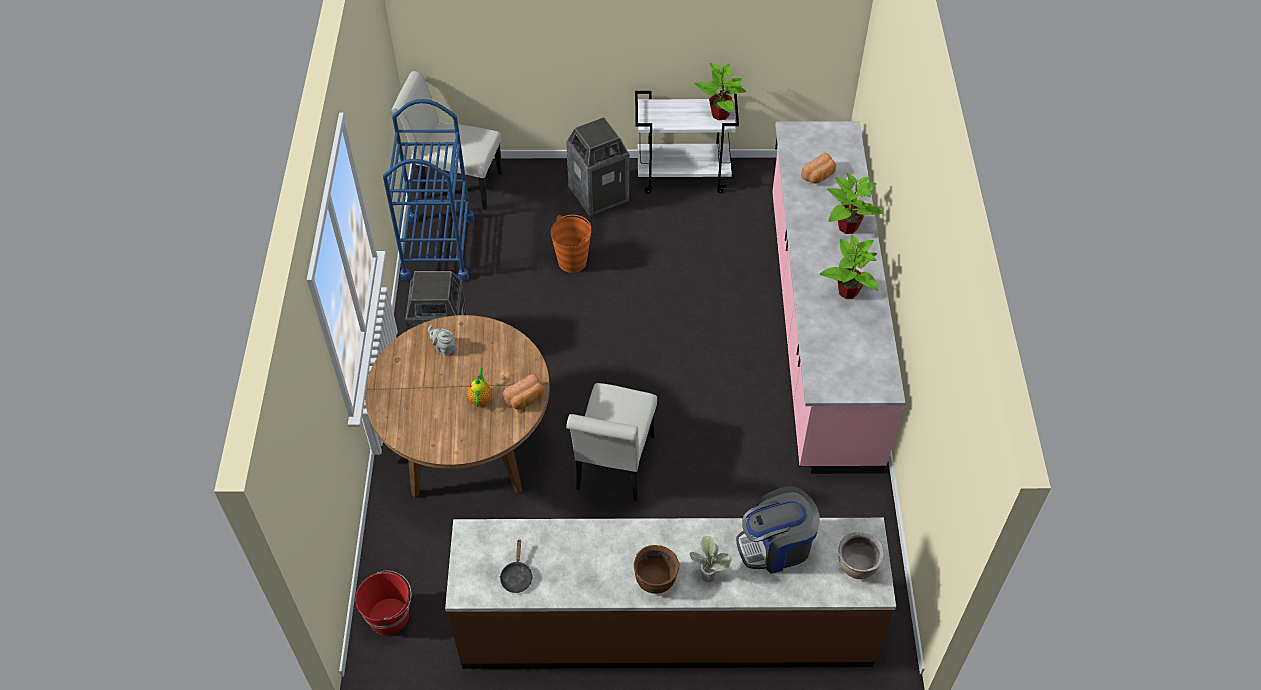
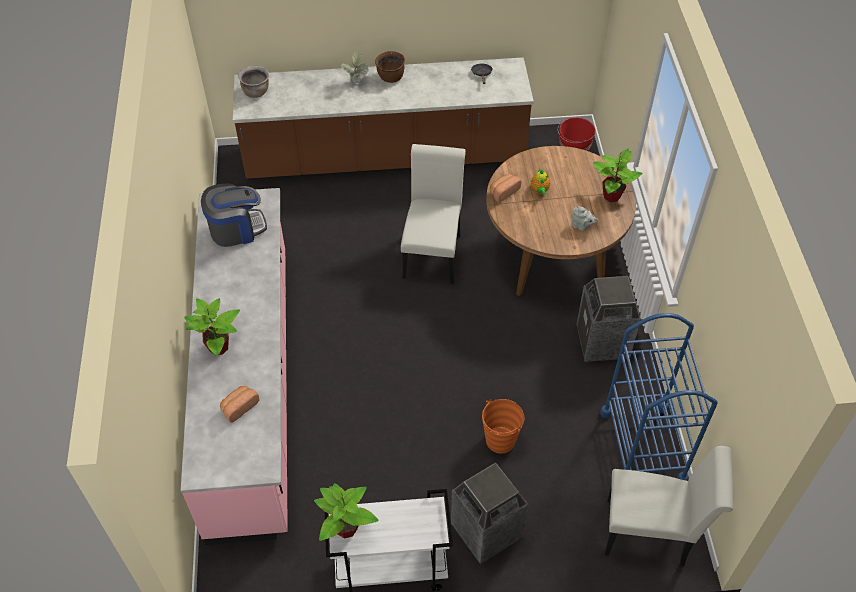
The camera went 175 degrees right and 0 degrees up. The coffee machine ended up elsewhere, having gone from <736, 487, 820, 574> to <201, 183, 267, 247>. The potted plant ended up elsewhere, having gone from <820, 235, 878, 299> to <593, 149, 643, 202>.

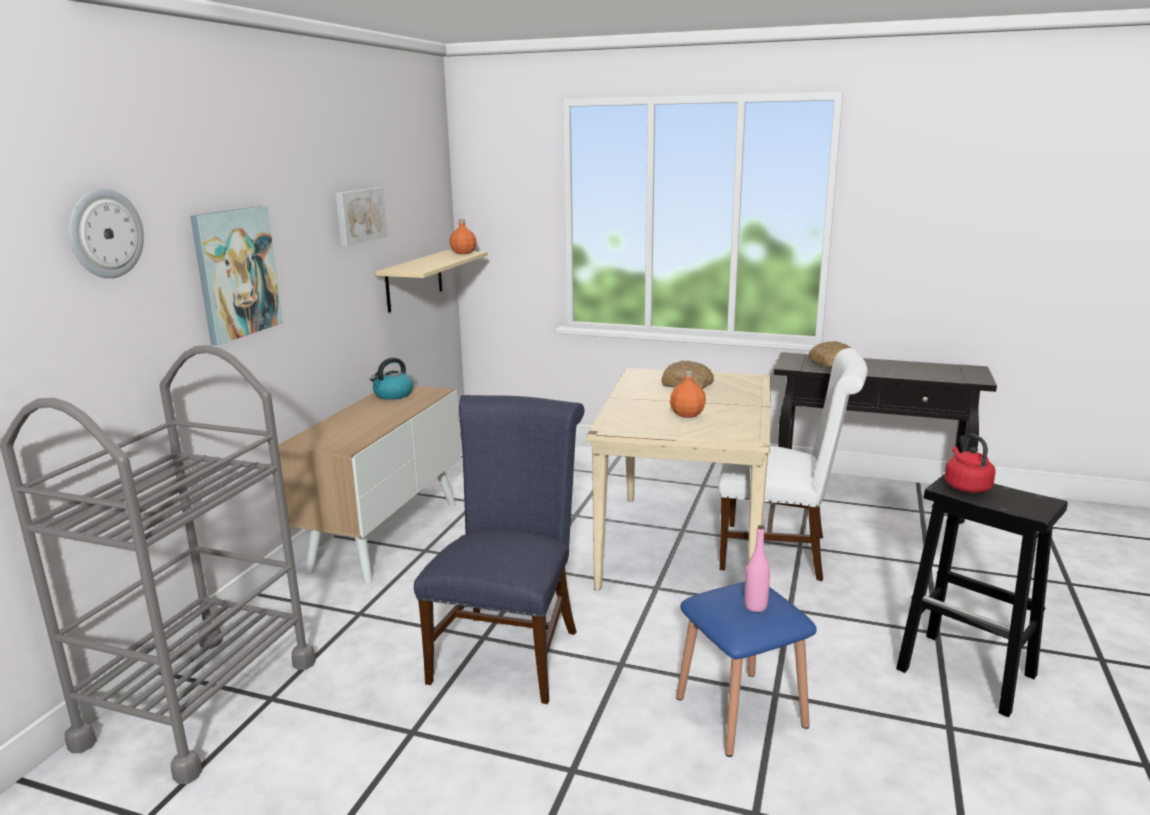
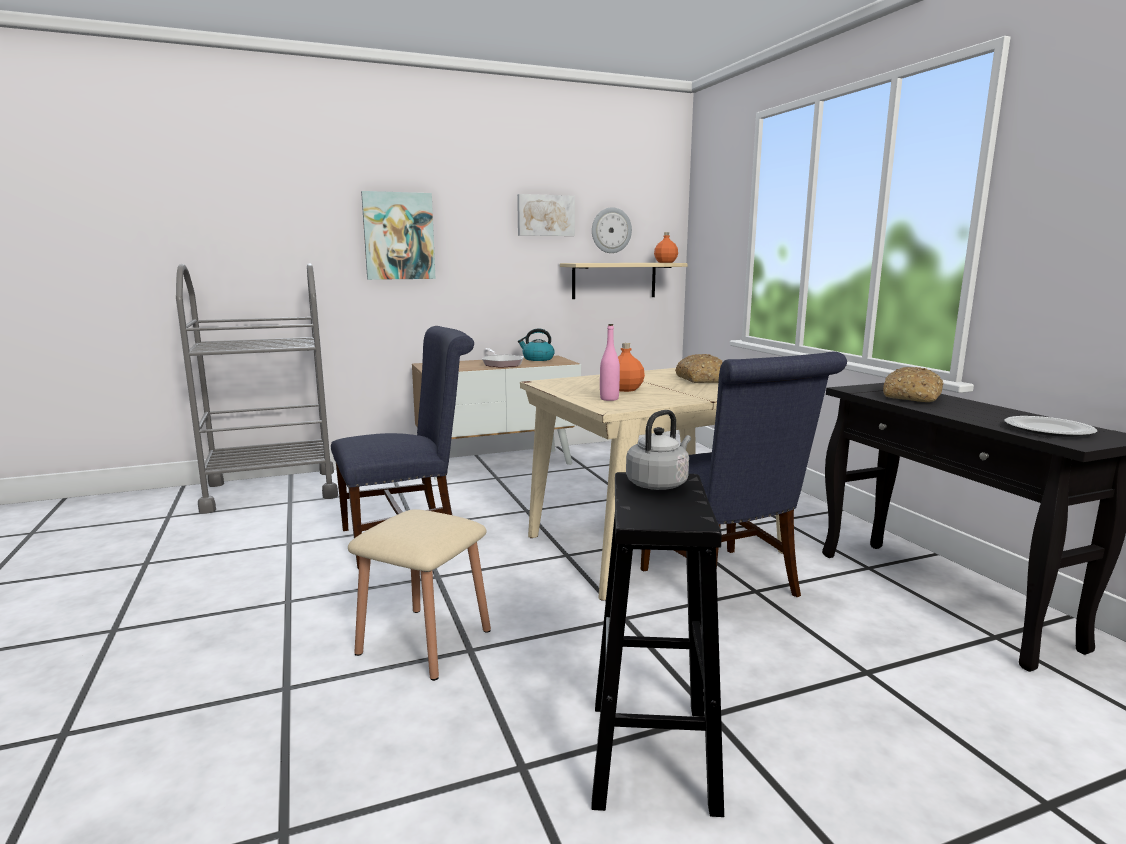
The camera went 50 degrees right and 5 degrees down. The second view gained the frying pan at <482, 348, 524, 368>. The second view gained the plate at <1004, 416, 1097, 437>. The wall clock ended up elsewhere, having gone from <69, 188, 144, 278> to <592, 207, 632, 253>. The pink bottle ended up elsewhere, having gone from <745, 525, 770, 612> to <600, 324, 620, 401>. What was the blue stool at <676, 582, 817, 757> turned into the beige stool at <348, 509, 491, 681>. What was the white chair at <718, 348, 868, 581> turned into the blue chair at <641, 352, 847, 597>. What was the red kettle at <944, 433, 996, 493> turned into the grey kettle at <626, 410, 691, 490>.

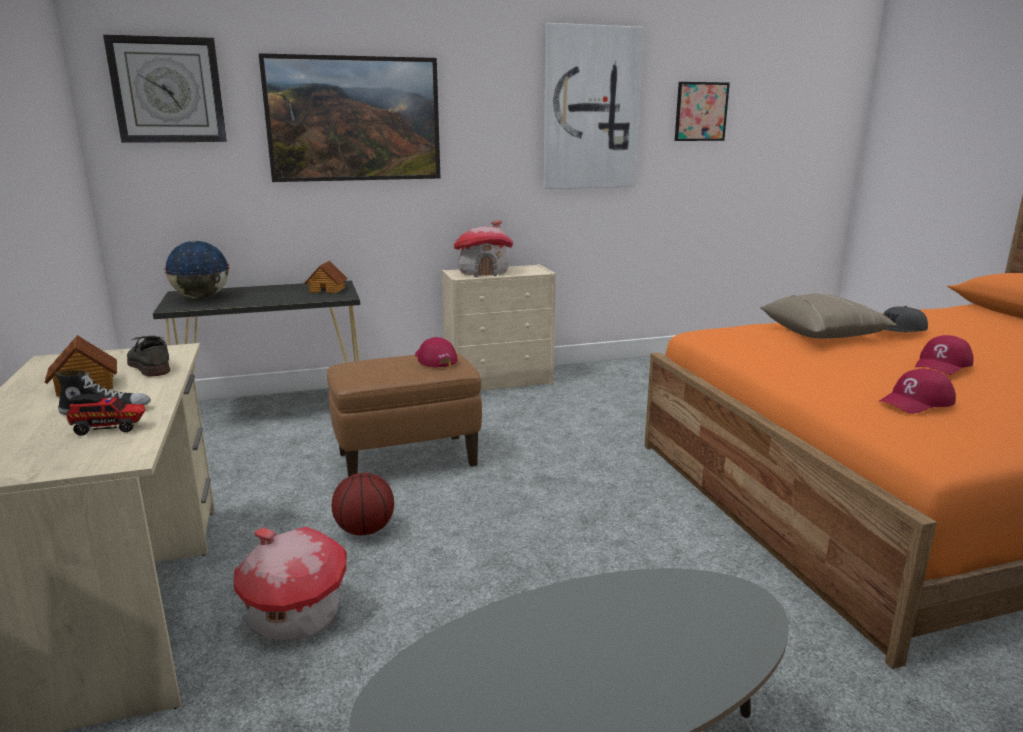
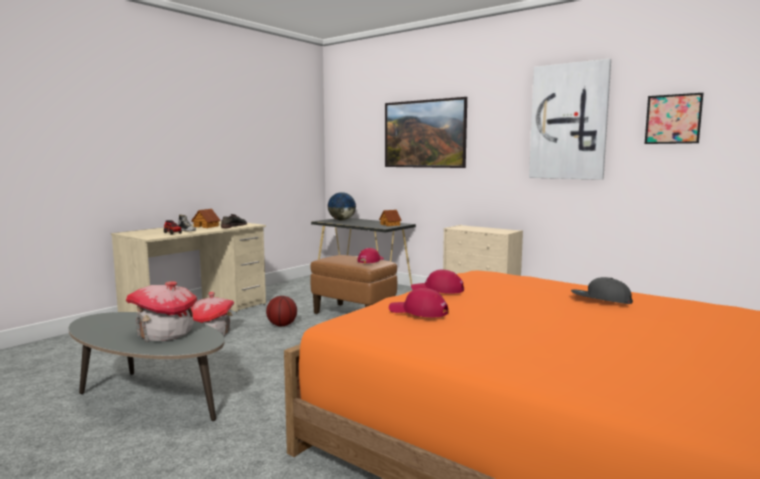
The camera went 55 degrees right and 10 degrees down. The second view lost the wall clock at <103, 34, 227, 143>. The second view lost the beige pillow at <760, 293, 897, 338>. The toy house ended up elsewhere, having gone from <454, 220, 513, 277> to <126, 281, 197, 342>. The red cap ended up elsewhere, having gone from <915, 335, 973, 375> to <411, 270, 464, 294>.

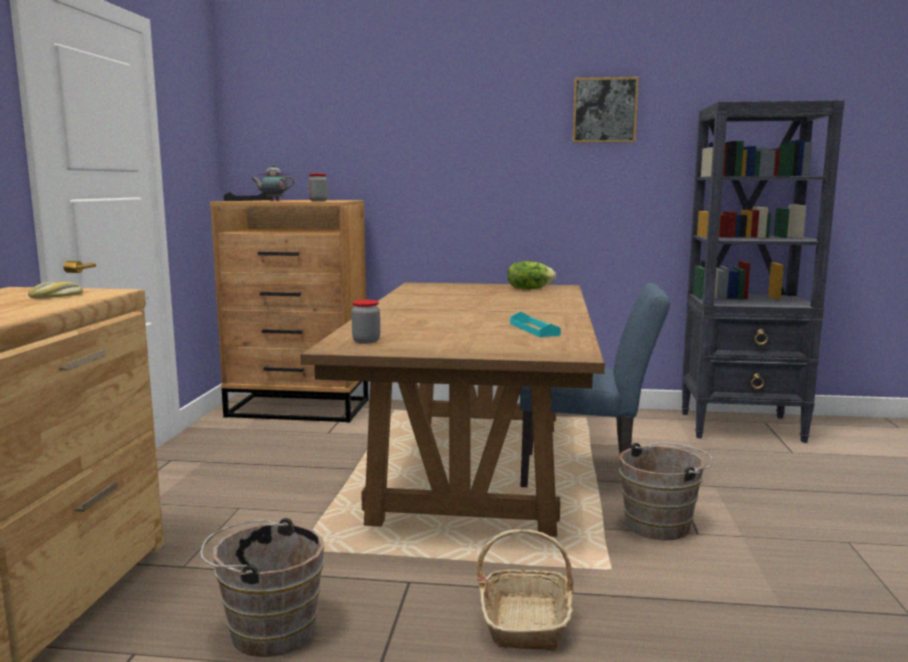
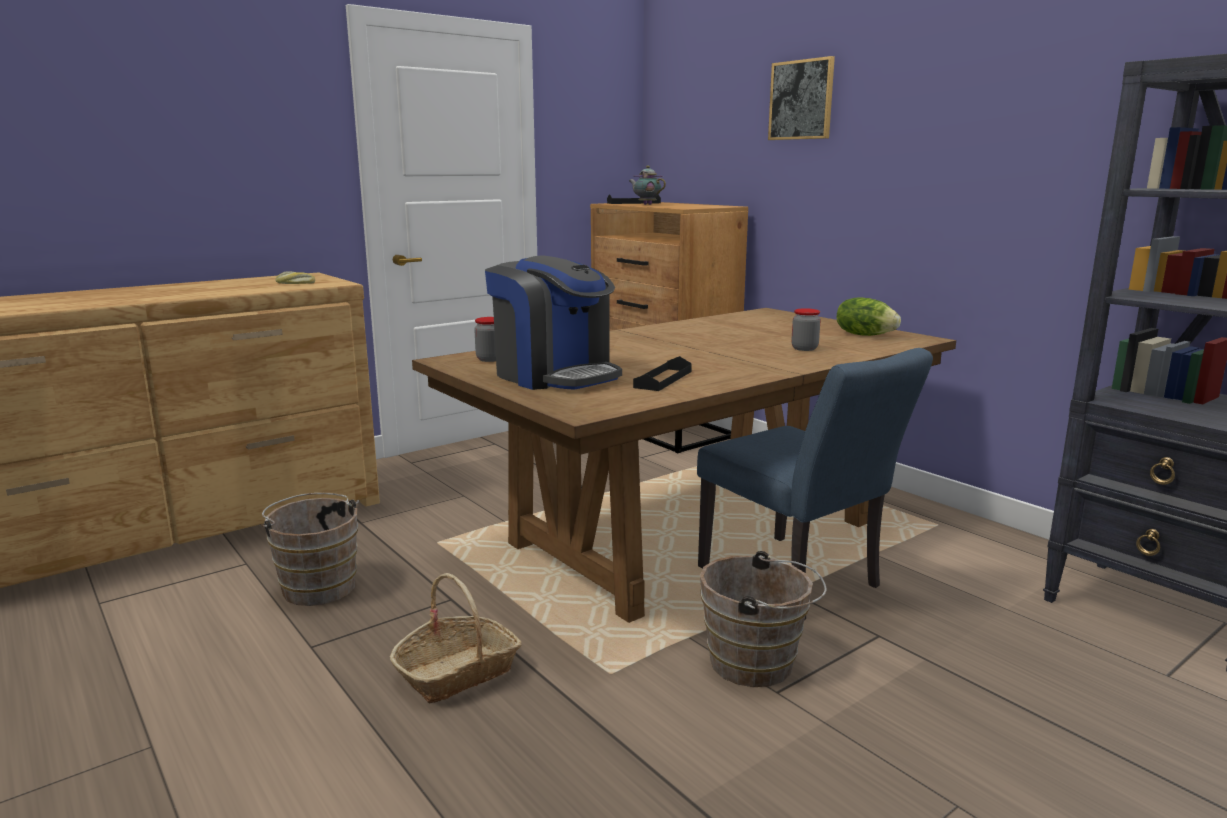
The camera went 45 degrees right and 5 degrees up. The second view gained the coffee machine at <485, 256, 622, 390>. The jar ended up elsewhere, having gone from <308, 173, 328, 201> to <791, 308, 821, 351>. The picture ended up elsewhere, having gone from <572, 77, 639, 143> to <768, 56, 835, 140>. What was the turquoise tray at <510, 312, 561, 337> turned into the black tray at <633, 356, 692, 391>.

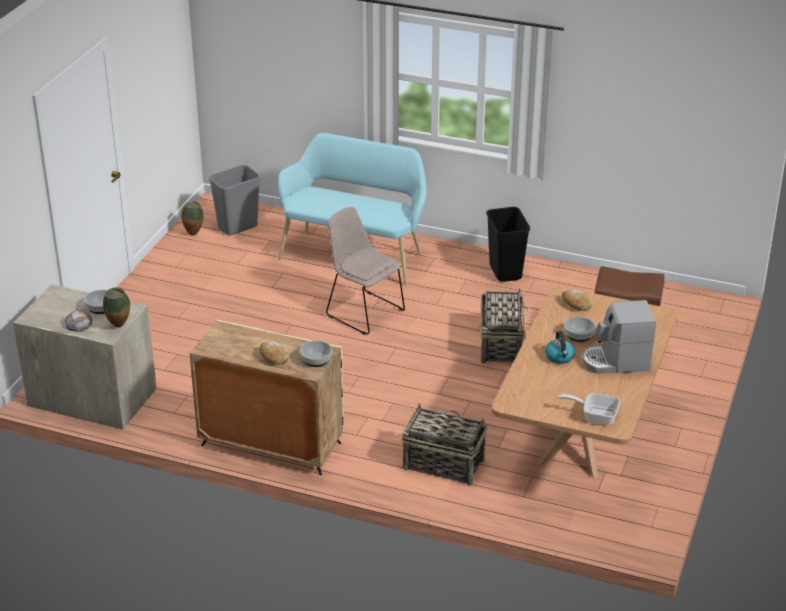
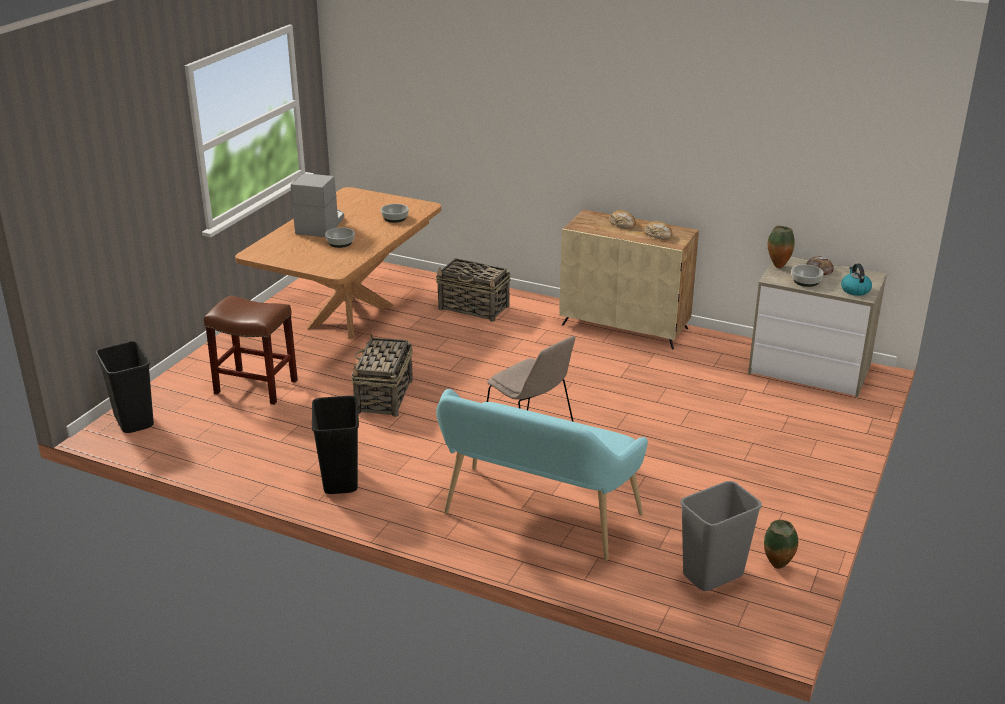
The camera went 175 degrees left and 5 degrees down. The second view lost the frying pan at <558, 393, 620, 425>. The second view gained the black trash can at <96, 341, 154, 433>. The bowl ended up elsewhere, having gone from <300, 340, 332, 367> to <381, 204, 409, 223>. The kettle ended up elsewhere, having gone from <545, 331, 575, 364> to <841, 264, 872, 296>. The bread ended up elsewhere, having gone from <562, 289, 591, 311> to <644, 221, 672, 240>. The coffee machine at <583, 300, 656, 374> ended up facing another way, 75 degrees counterclockwise from before.

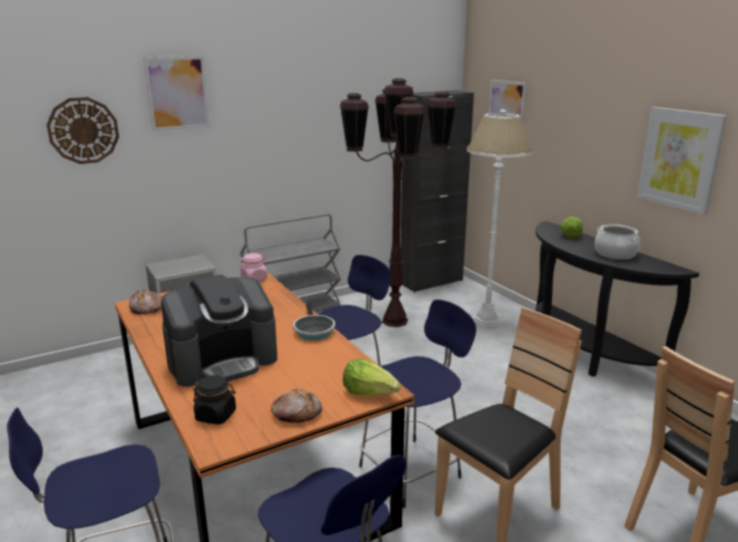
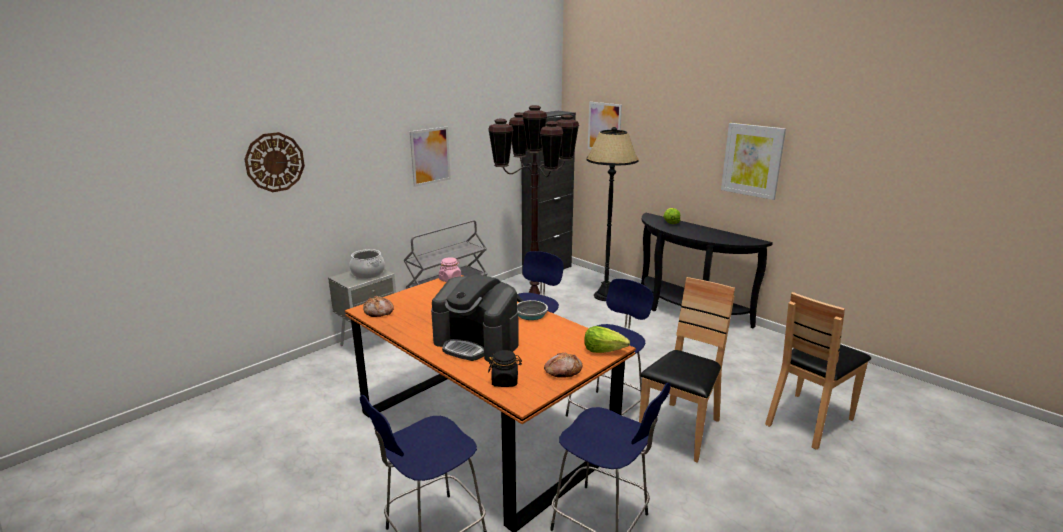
The camera went 15 degrees left and 0 degrees up. The picture ended up elsewhere, having gone from <143, 56, 210, 131> to <410, 127, 451, 187>. The cooking pot ended up elsewhere, having gone from <595, 224, 640, 260> to <350, 249, 385, 279>. What was the white floor lamp at <467, 109, 533, 327> turned into the black floor lamp at <587, 127, 638, 301>. The coffee machine at <161, 274, 278, 387> ended up facing another way, 75 degrees clockwise from before.

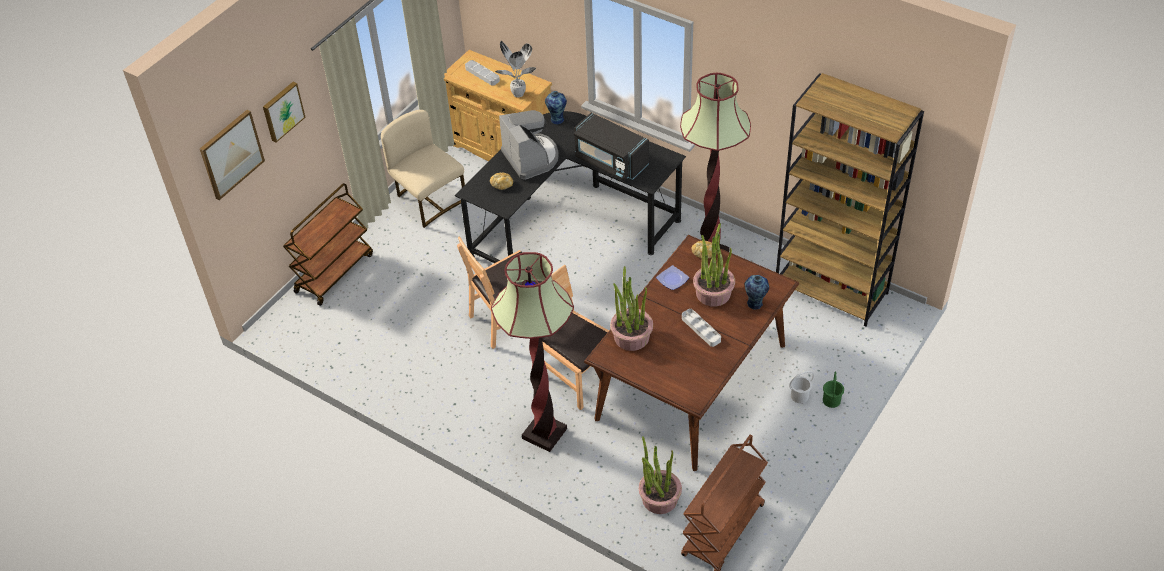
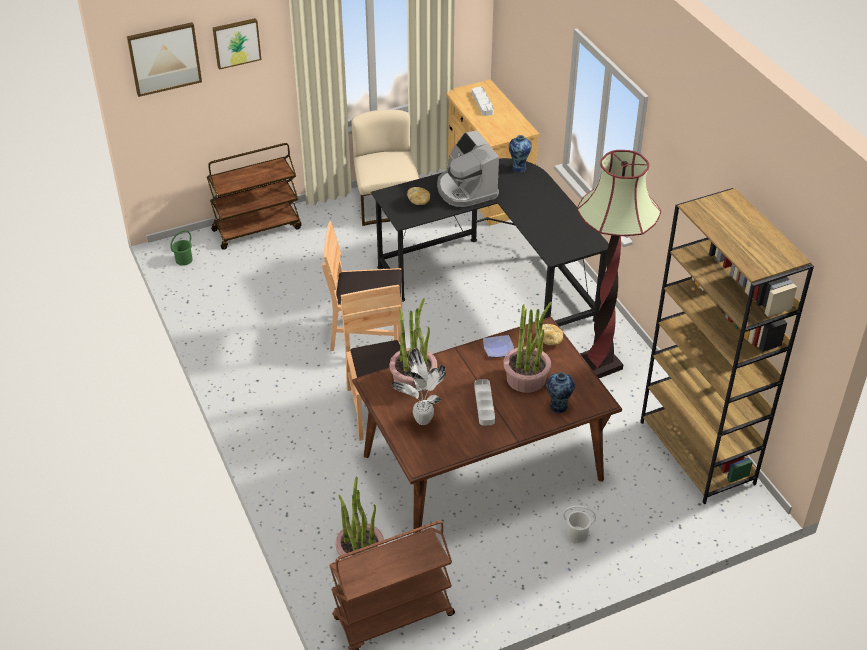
The camera went 30 degrees right and 5 degrees down. The second view lost the floor lamp at <491, 252, 574, 452>. The second view lost the black microwave at <574, 112, 649, 180>. The potted plant ended up elsewhere, having gone from <495, 41, 536, 97> to <391, 348, 446, 425>. The green bucket ended up elsewhere, having gone from <823, 371, 844, 408> to <170, 230, 193, 266>. The coffee machine at <499, 110, 559, 180> ended up facing another way, 150 degrees clockwise from before.

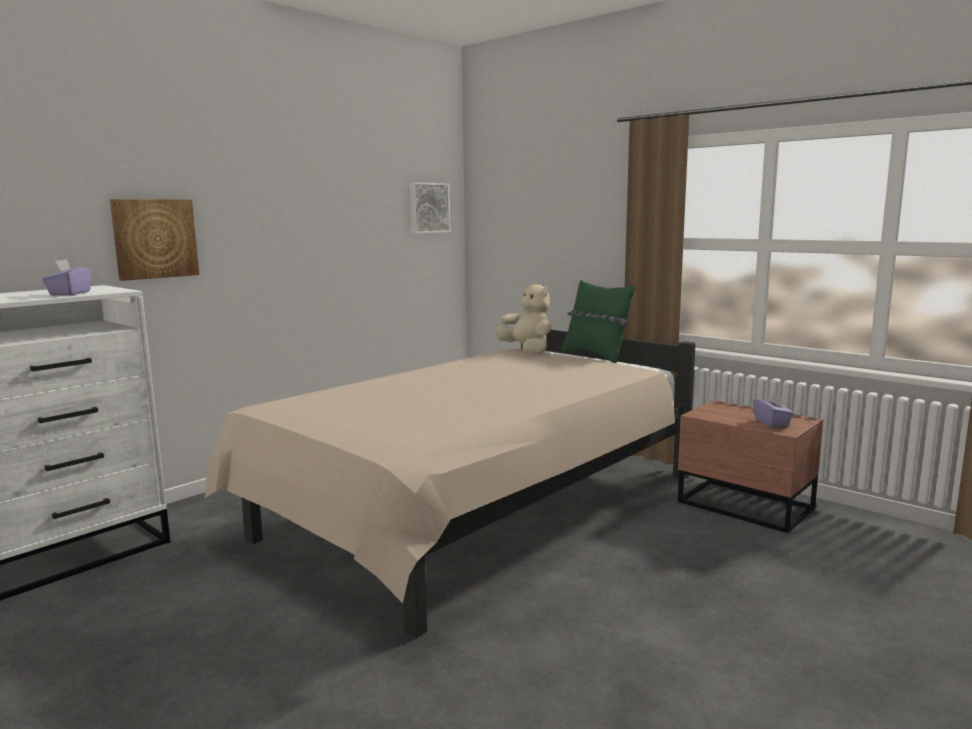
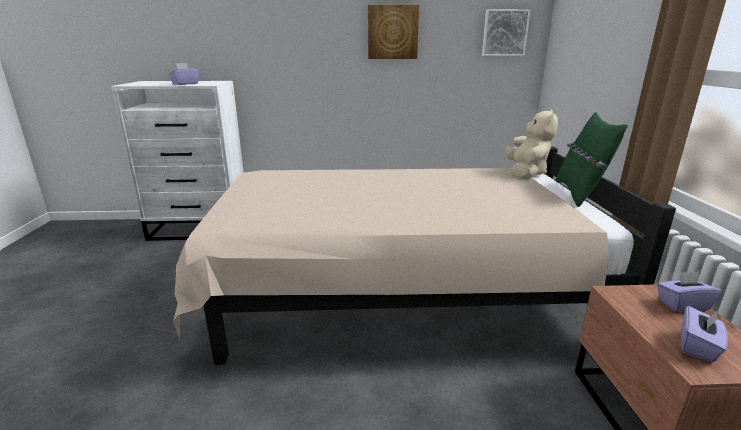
The camera went 45 degrees right and 10 degrees up. The second view gained the purple tissue box at <657, 271, 722, 312>. The picture ended up elsewhere, having gone from <110, 199, 199, 281> to <368, 5, 419, 59>.

